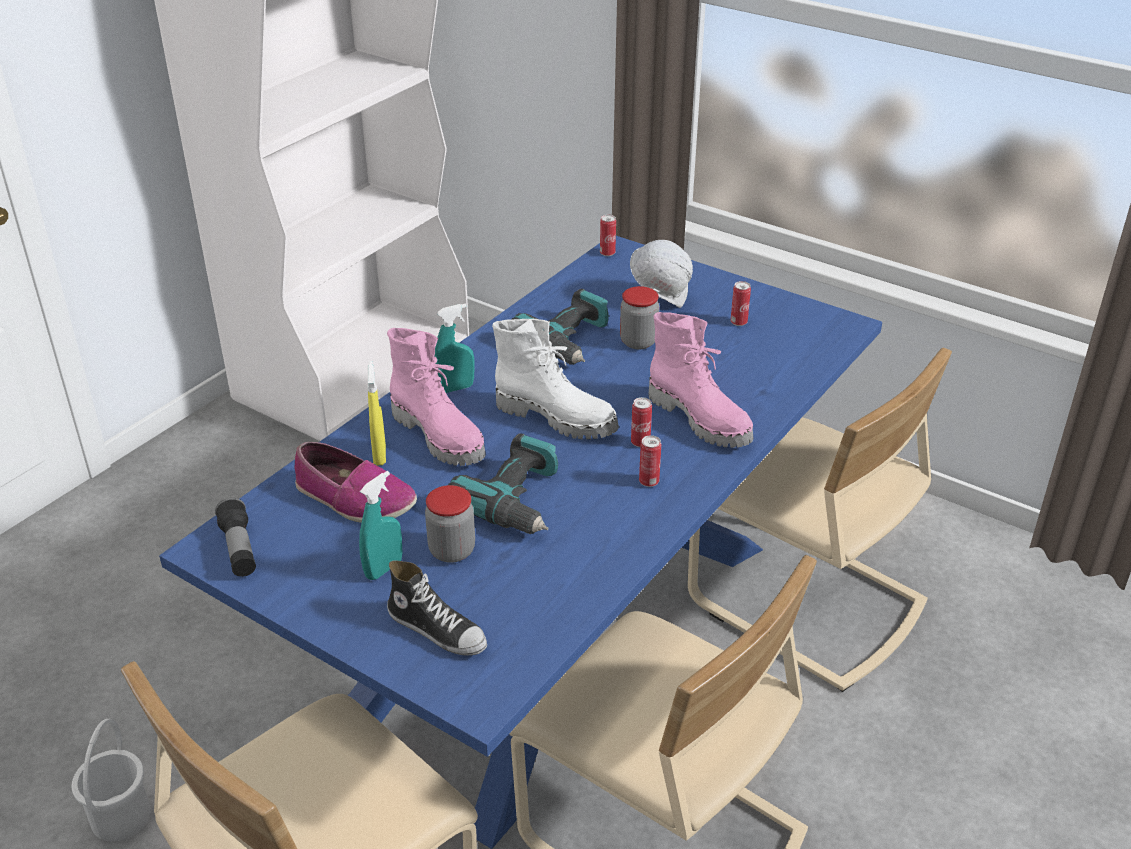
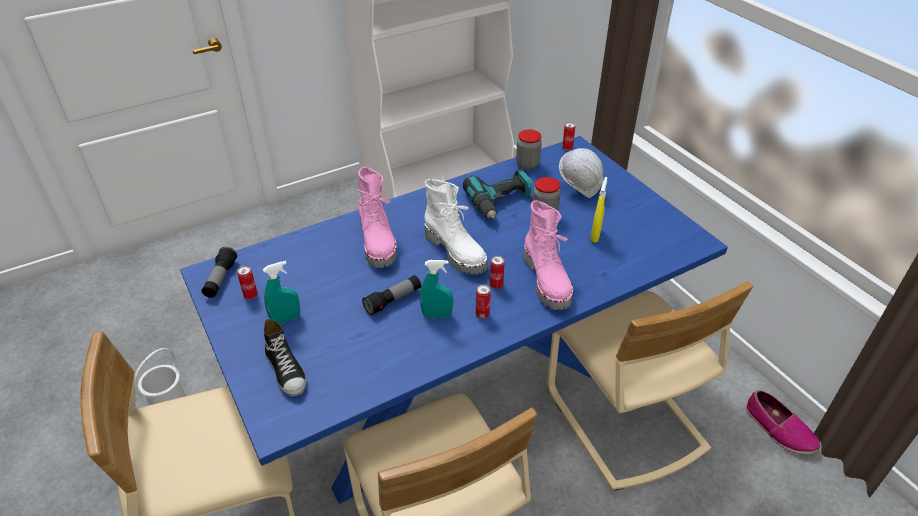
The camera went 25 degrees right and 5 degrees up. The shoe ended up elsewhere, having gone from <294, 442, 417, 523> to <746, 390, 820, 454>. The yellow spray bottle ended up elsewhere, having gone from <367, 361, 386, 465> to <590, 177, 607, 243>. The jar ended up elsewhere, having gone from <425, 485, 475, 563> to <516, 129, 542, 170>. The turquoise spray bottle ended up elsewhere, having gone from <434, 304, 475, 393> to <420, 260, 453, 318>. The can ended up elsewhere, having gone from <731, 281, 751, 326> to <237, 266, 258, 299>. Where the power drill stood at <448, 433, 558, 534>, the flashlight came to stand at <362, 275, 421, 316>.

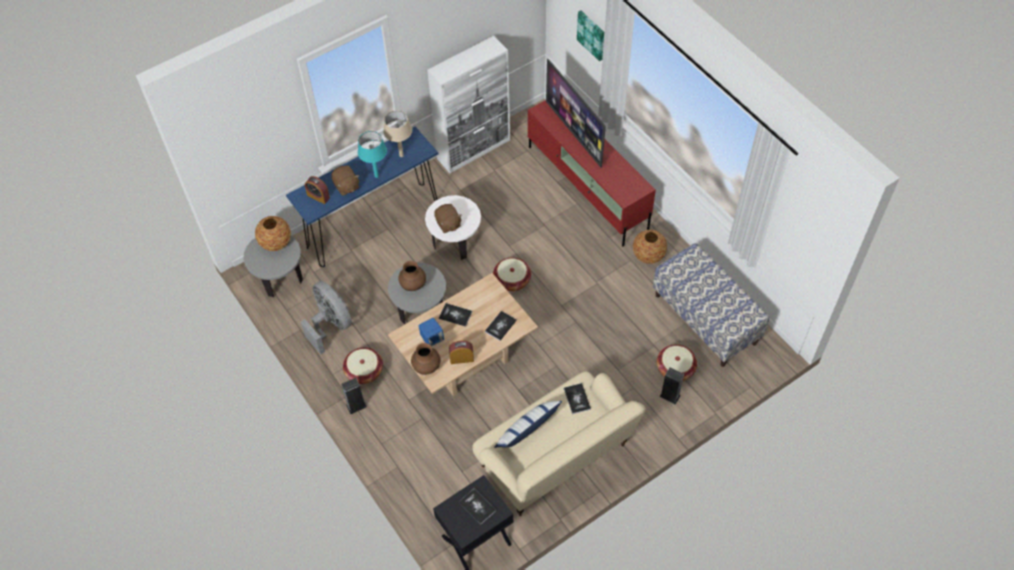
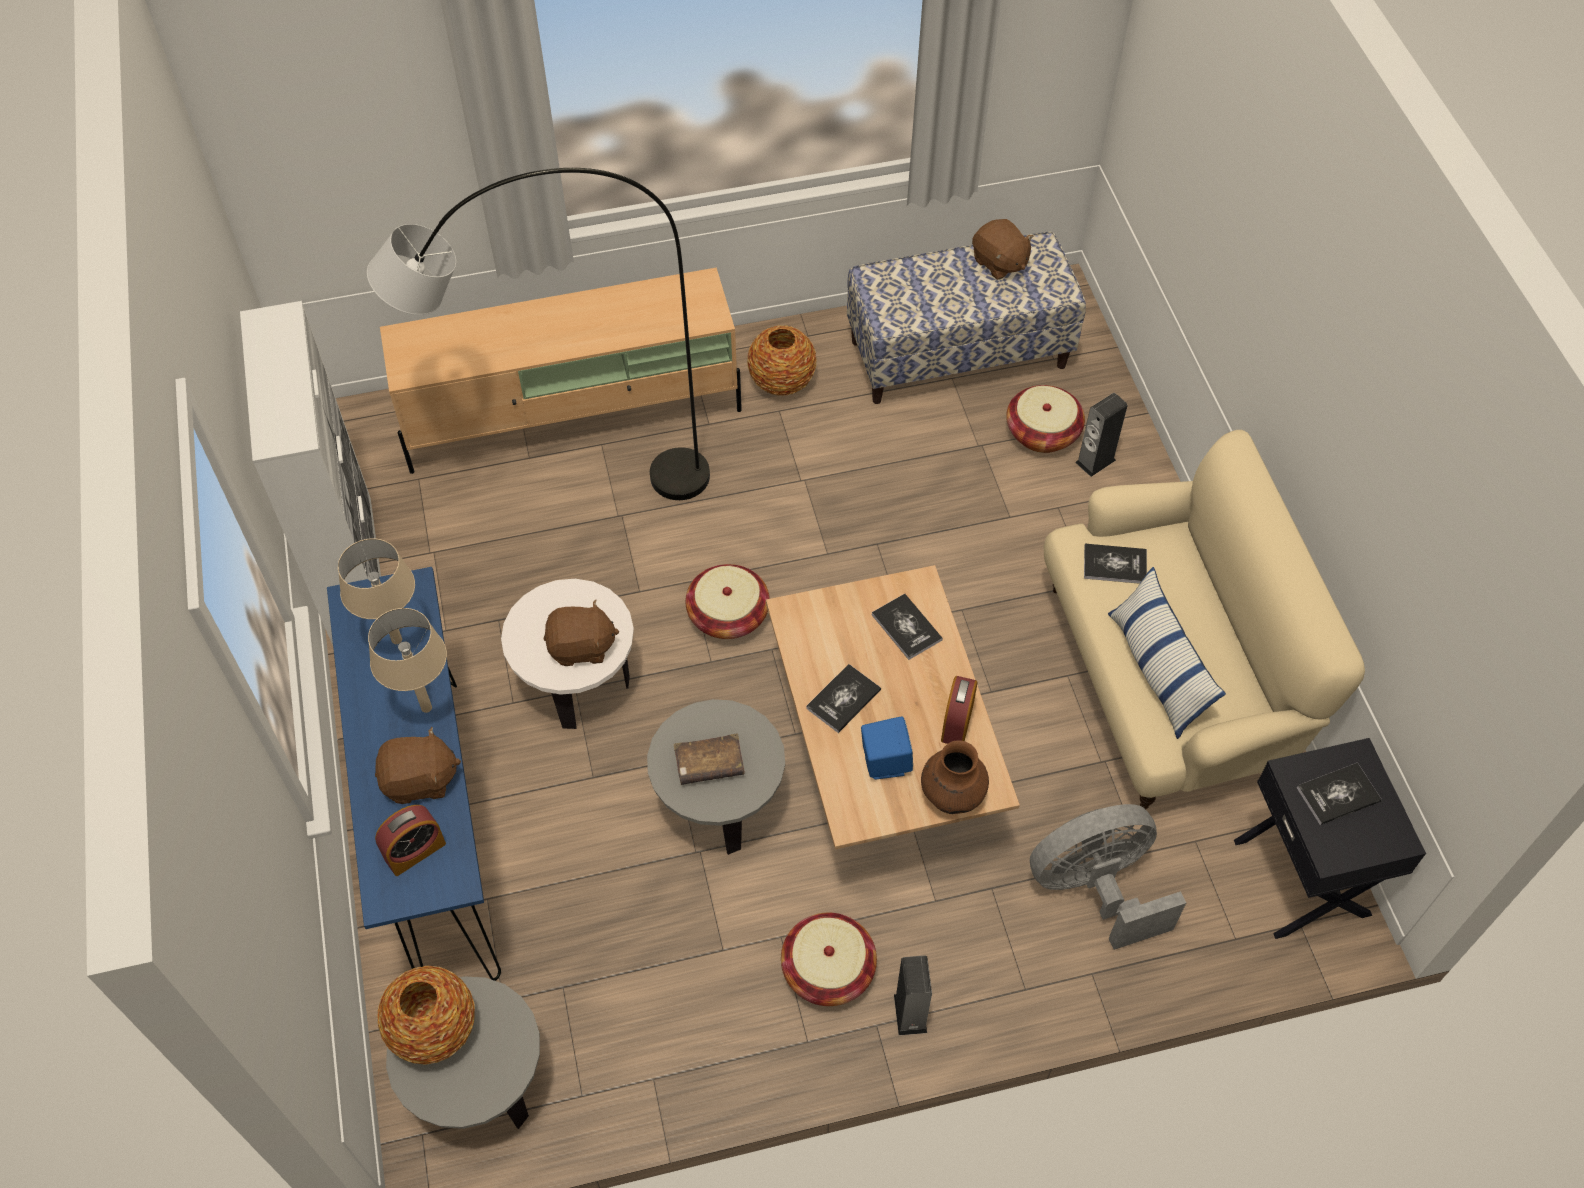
The camera went 70 degrees left and 0 degrees up. The second view lost the television at <546, 59, 606, 168>. The second view lost the picture at <577, 11, 604, 61>. The second view gained the grey floor lamp at <367, 168, 710, 500>. The second view gained the brown plush toy at <972, 219, 1034, 280>. The grey fan ended up elsewhere, having gone from <301, 281, 352, 354> to <1030, 804, 1186, 950>. Where the brown vase stood at <398, 261, 426, 291>, the brown book came to stand at <674, 733, 745, 785>. What was the turquoise table lamp at <358, 131, 387, 178> turned into the beige table lamp at <368, 608, 447, 713>. What was the red tv stand at <528, 100, 656, 247> turned into the beige tv stand at <380, 267, 742, 474>.

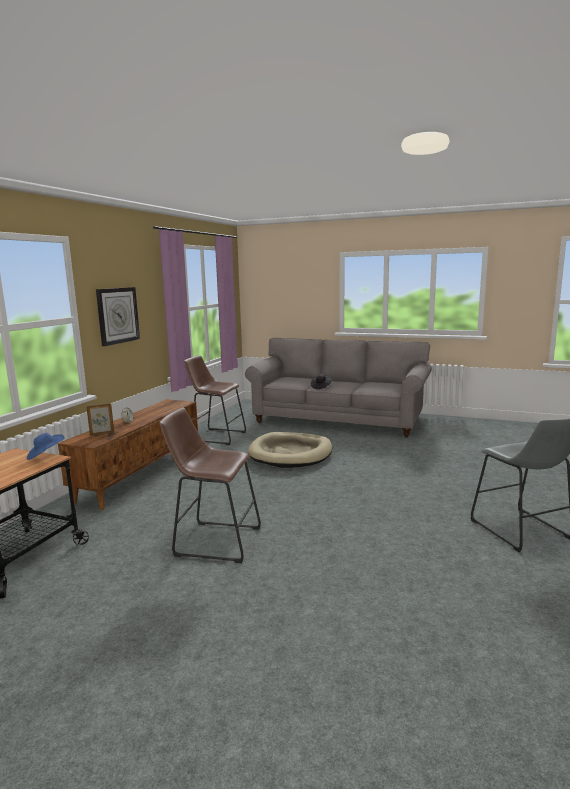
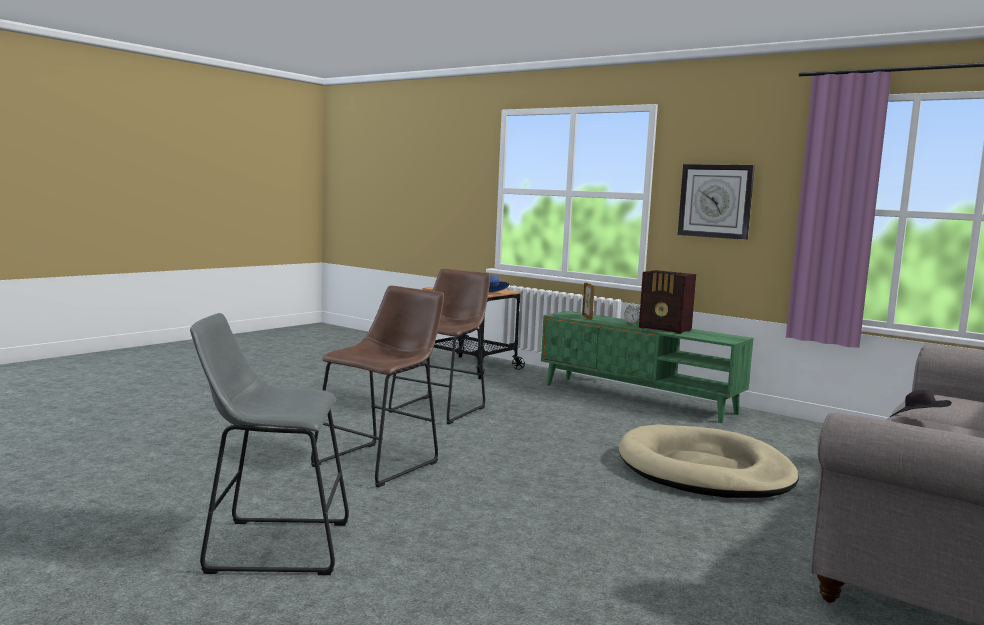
The camera went 105 degrees right and 5 degrees down. The second view gained the radio at <639, 270, 696, 334>. The brown stool ended up elsewhere, having gone from <184, 355, 246, 445> to <311, 286, 444, 488>. What was the brown tv stand at <58, 399, 198, 510> turned into the green tv stand at <541, 311, 753, 423>.

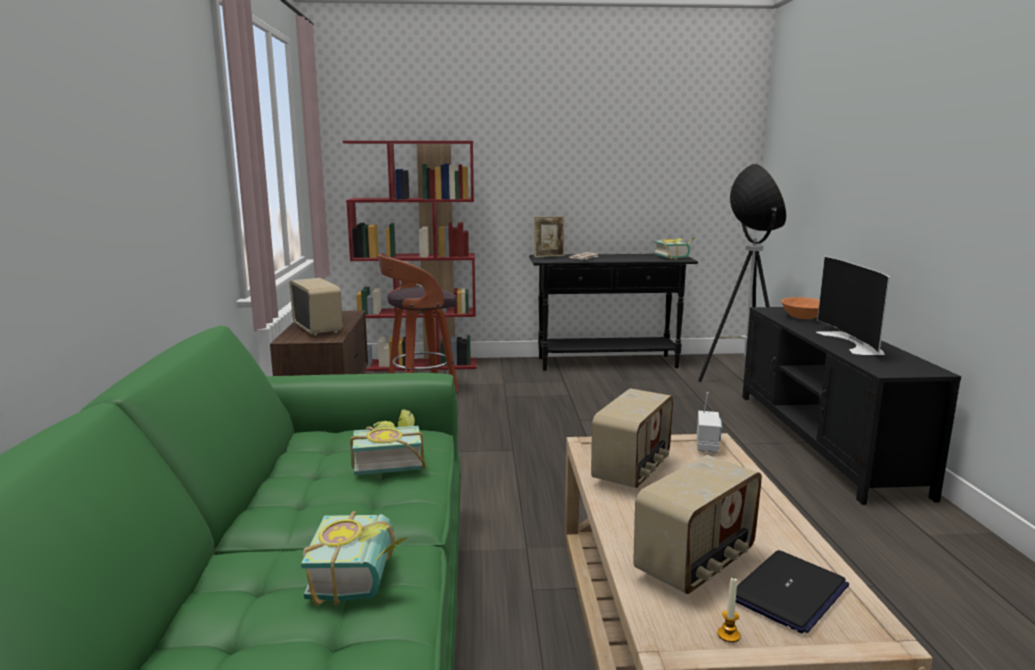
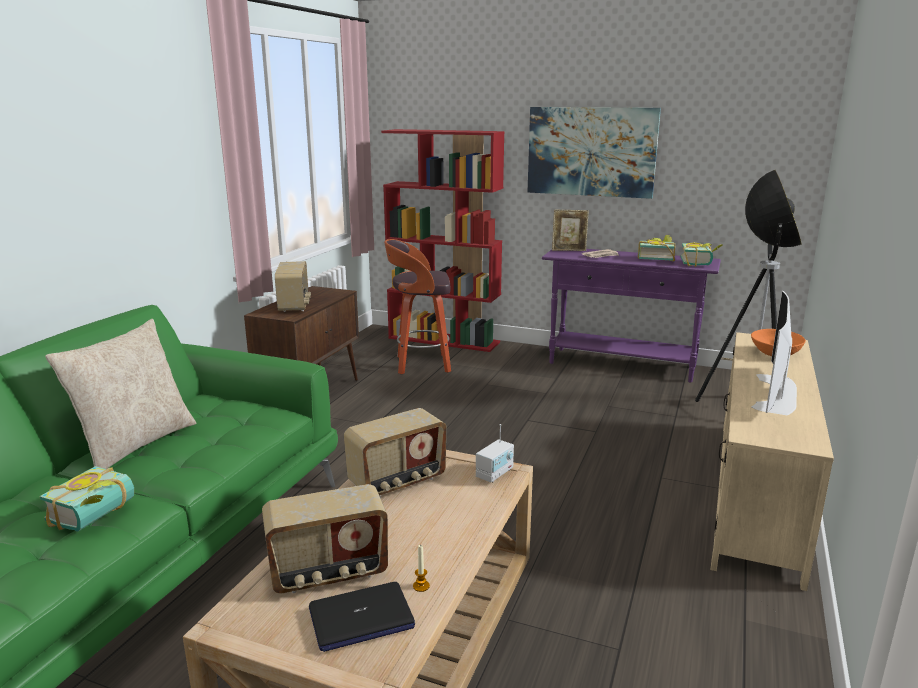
The camera went 25 degrees right and 5 degrees up. The second view gained the beige pillow at <45, 319, 197, 469>. The second view gained the picture at <528, 107, 661, 199>. The book ended up elsewhere, having gone from <350, 410, 426, 475> to <638, 235, 676, 262>. The candle ended up elsewhere, having gone from <717, 578, 741, 643> to <413, 544, 430, 592>. What was the black console table at <529, 254, 698, 371> turned into the purple console table at <542, 249, 721, 382>. What was the black tv stand at <742, 307, 961, 505> turned into the beige tv stand at <711, 332, 834, 591>.

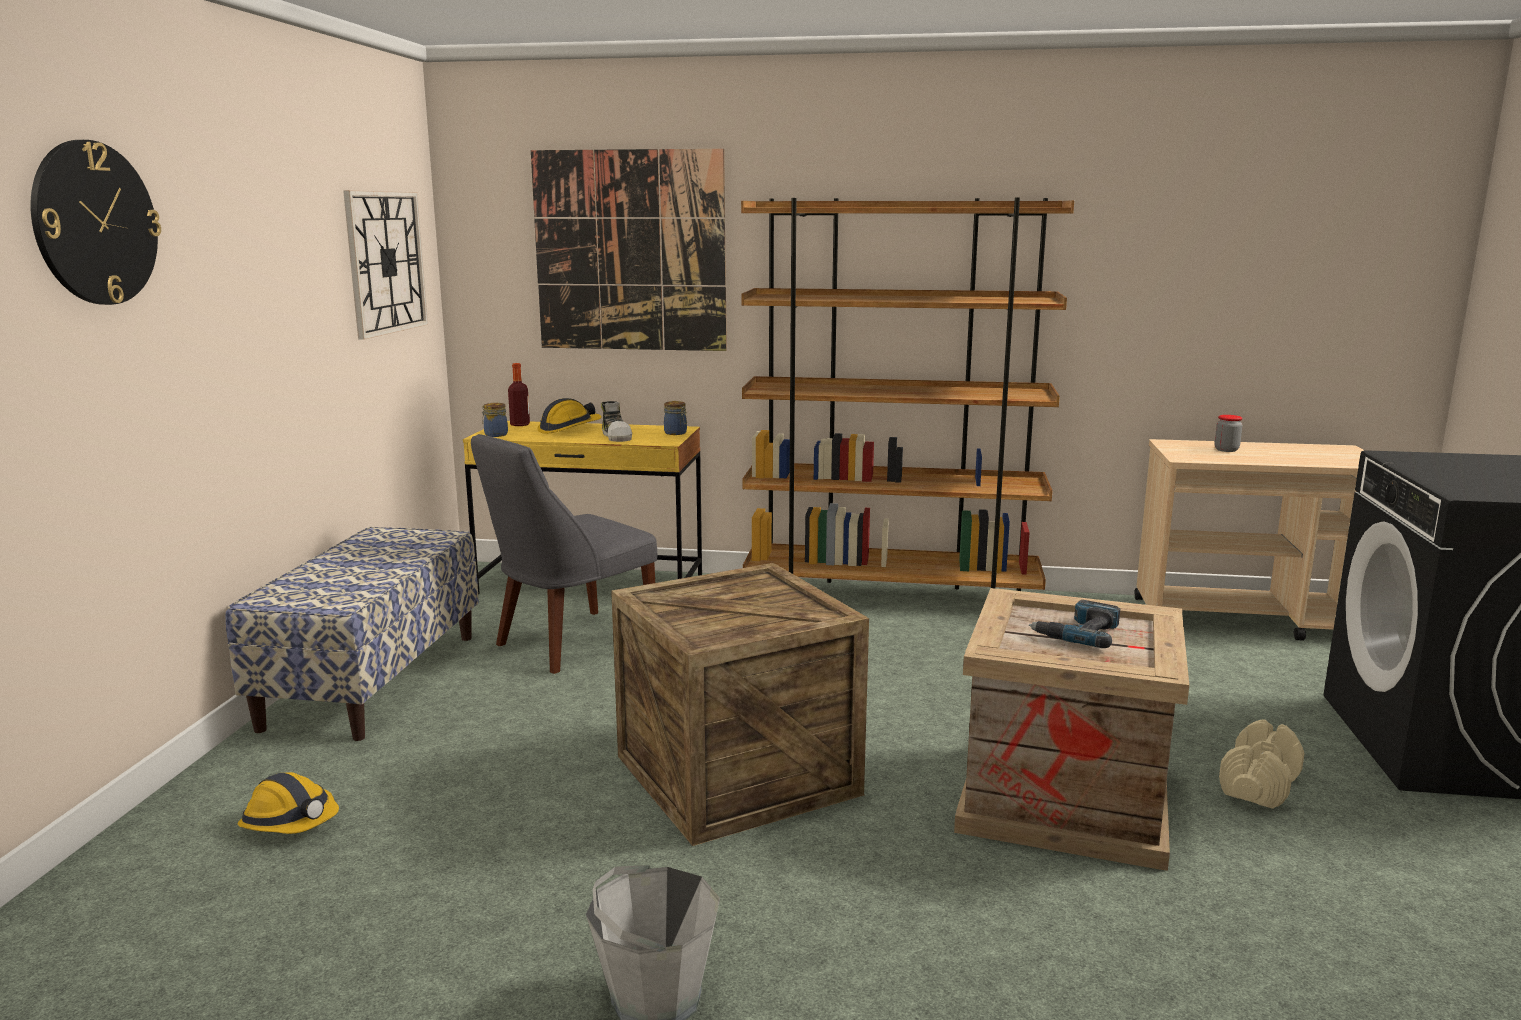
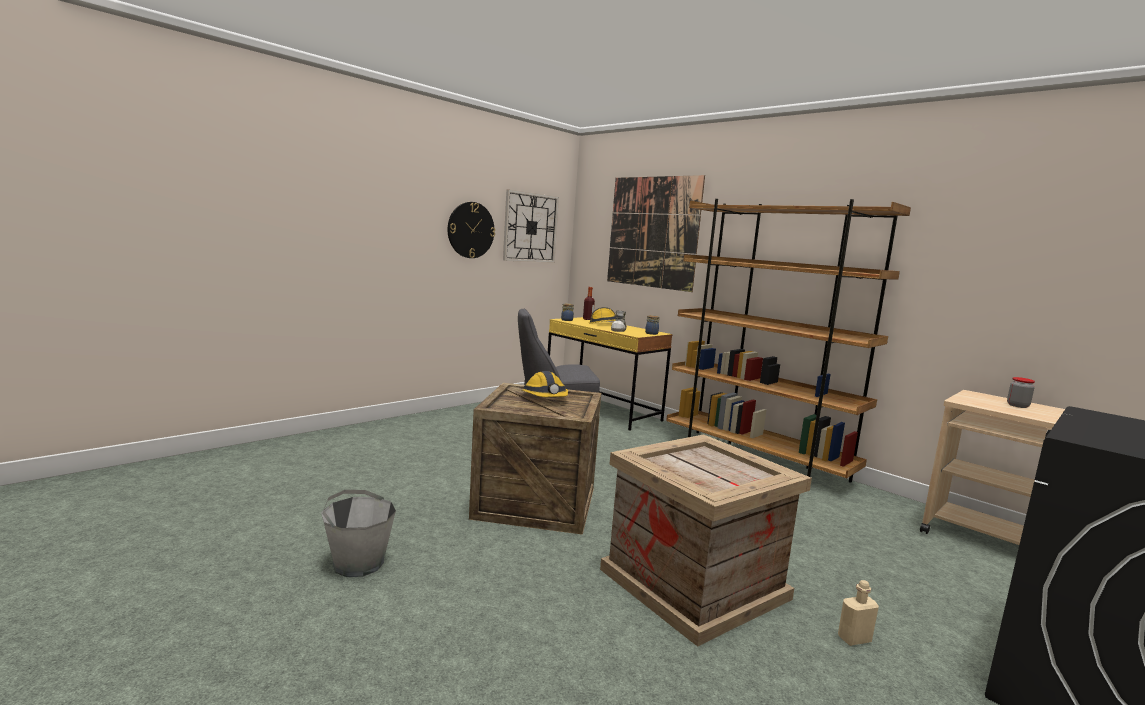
The camera went 35 degrees right and 5 degrees down. The second view lost the bench at <225, 527, 479, 741>. The second view lost the power drill at <1029, 600, 1120, 648>. The wall clock ended up elsewhere, having gone from <30, 140, 161, 305> to <448, 202, 495, 258>. The hard hat ended up elsewhere, having gone from <237, 772, 339, 834> to <521, 371, 568, 397>. Where the beige dumbbell stood at <1219, 719, 1305, 809>, the beige bottle came to stand at <838, 580, 879, 646>.

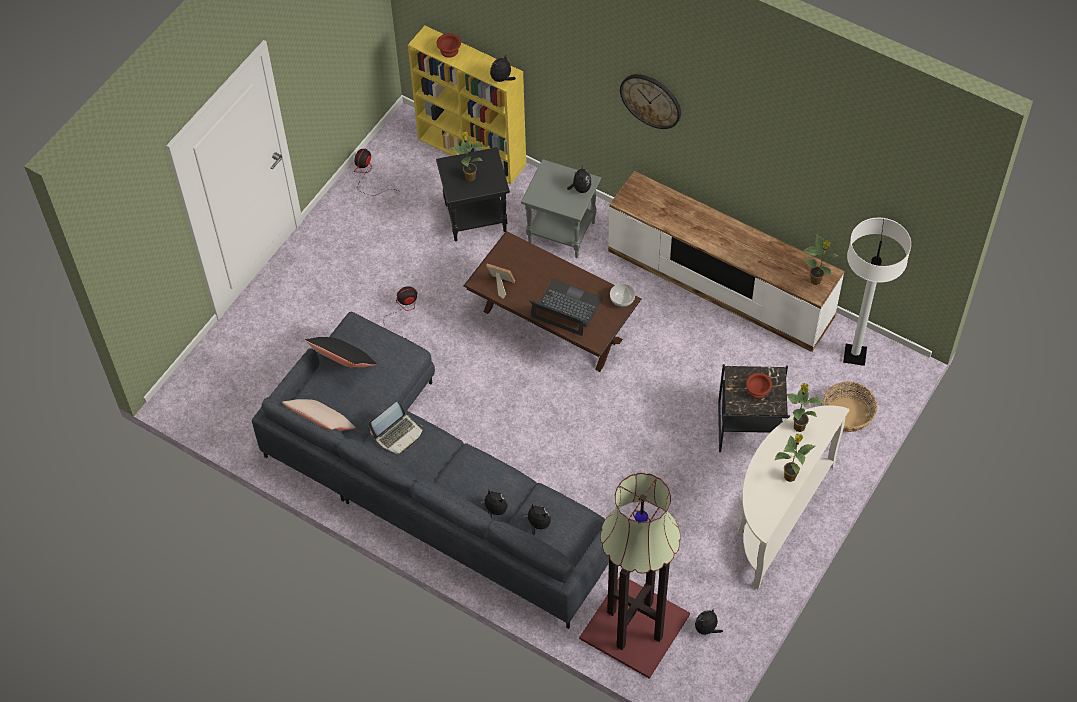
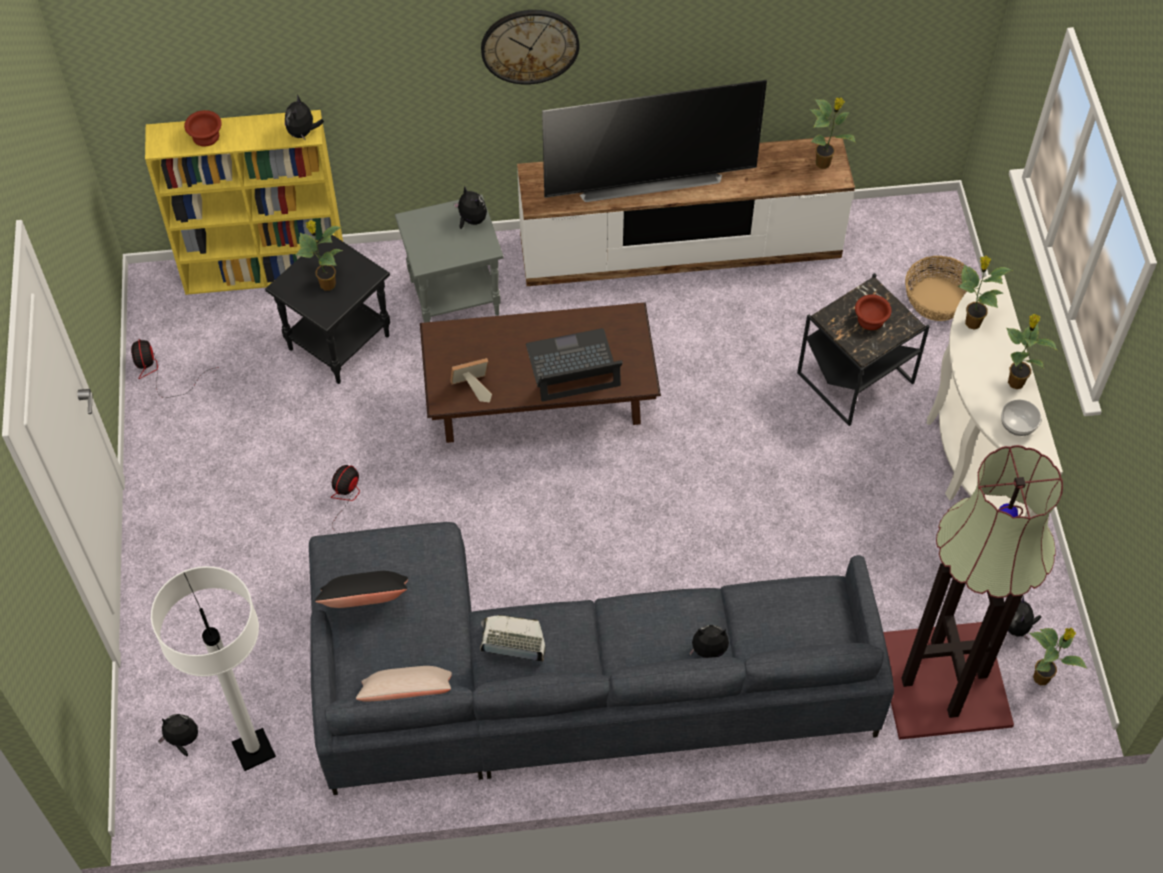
The camera went 40 degrees left and 0 degrees up. The second view gained the television at <542, 80, 767, 202>. The second view gained the potted plant at <1029, 628, 1088, 685>. The plush toy ended up elsewhere, having gone from <523, 504, 551, 535> to <158, 714, 198, 756>. The bowl ended up elsewhere, having gone from <610, 284, 635, 307> to <1001, 399, 1041, 436>. The white floor lamp ended up elsewhere, having gone from <843, 218, 911, 366> to <151, 566, 276, 771>. The laptop at <368, 402, 423, 455> ended up facing another way, 90 degrees counterclockwise from before.

